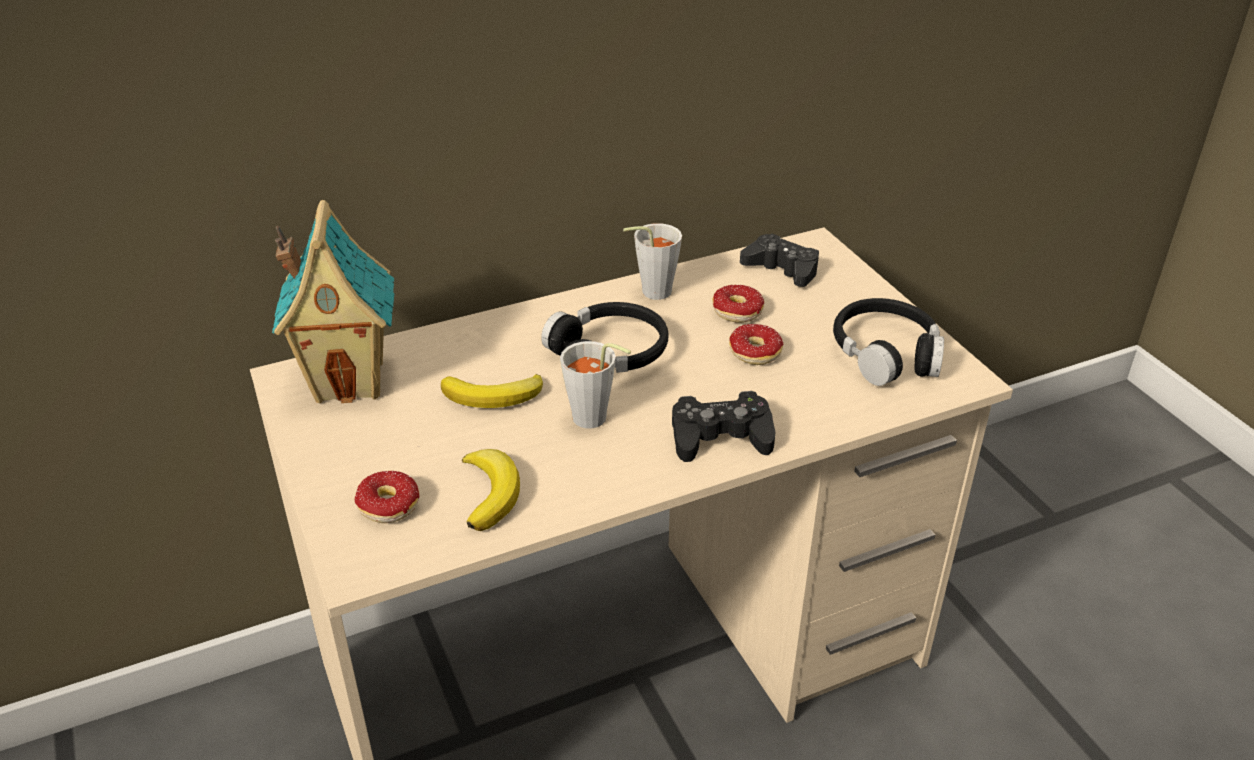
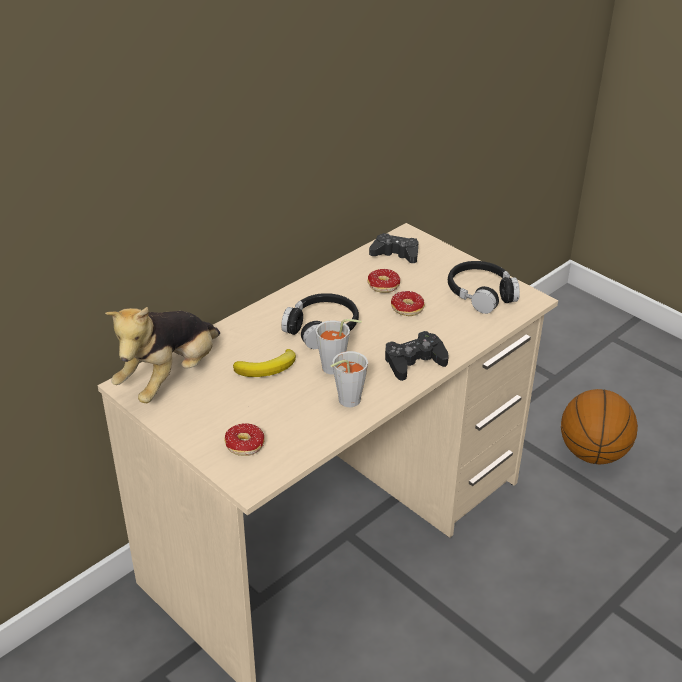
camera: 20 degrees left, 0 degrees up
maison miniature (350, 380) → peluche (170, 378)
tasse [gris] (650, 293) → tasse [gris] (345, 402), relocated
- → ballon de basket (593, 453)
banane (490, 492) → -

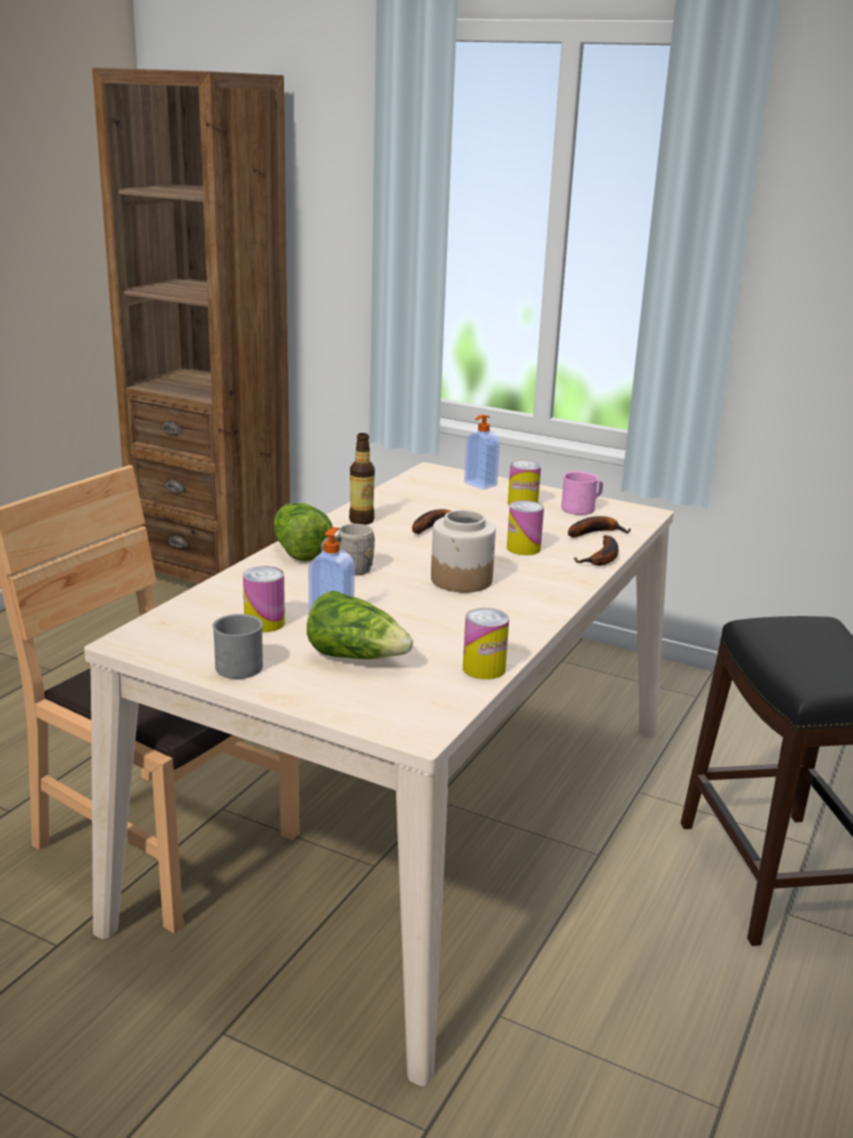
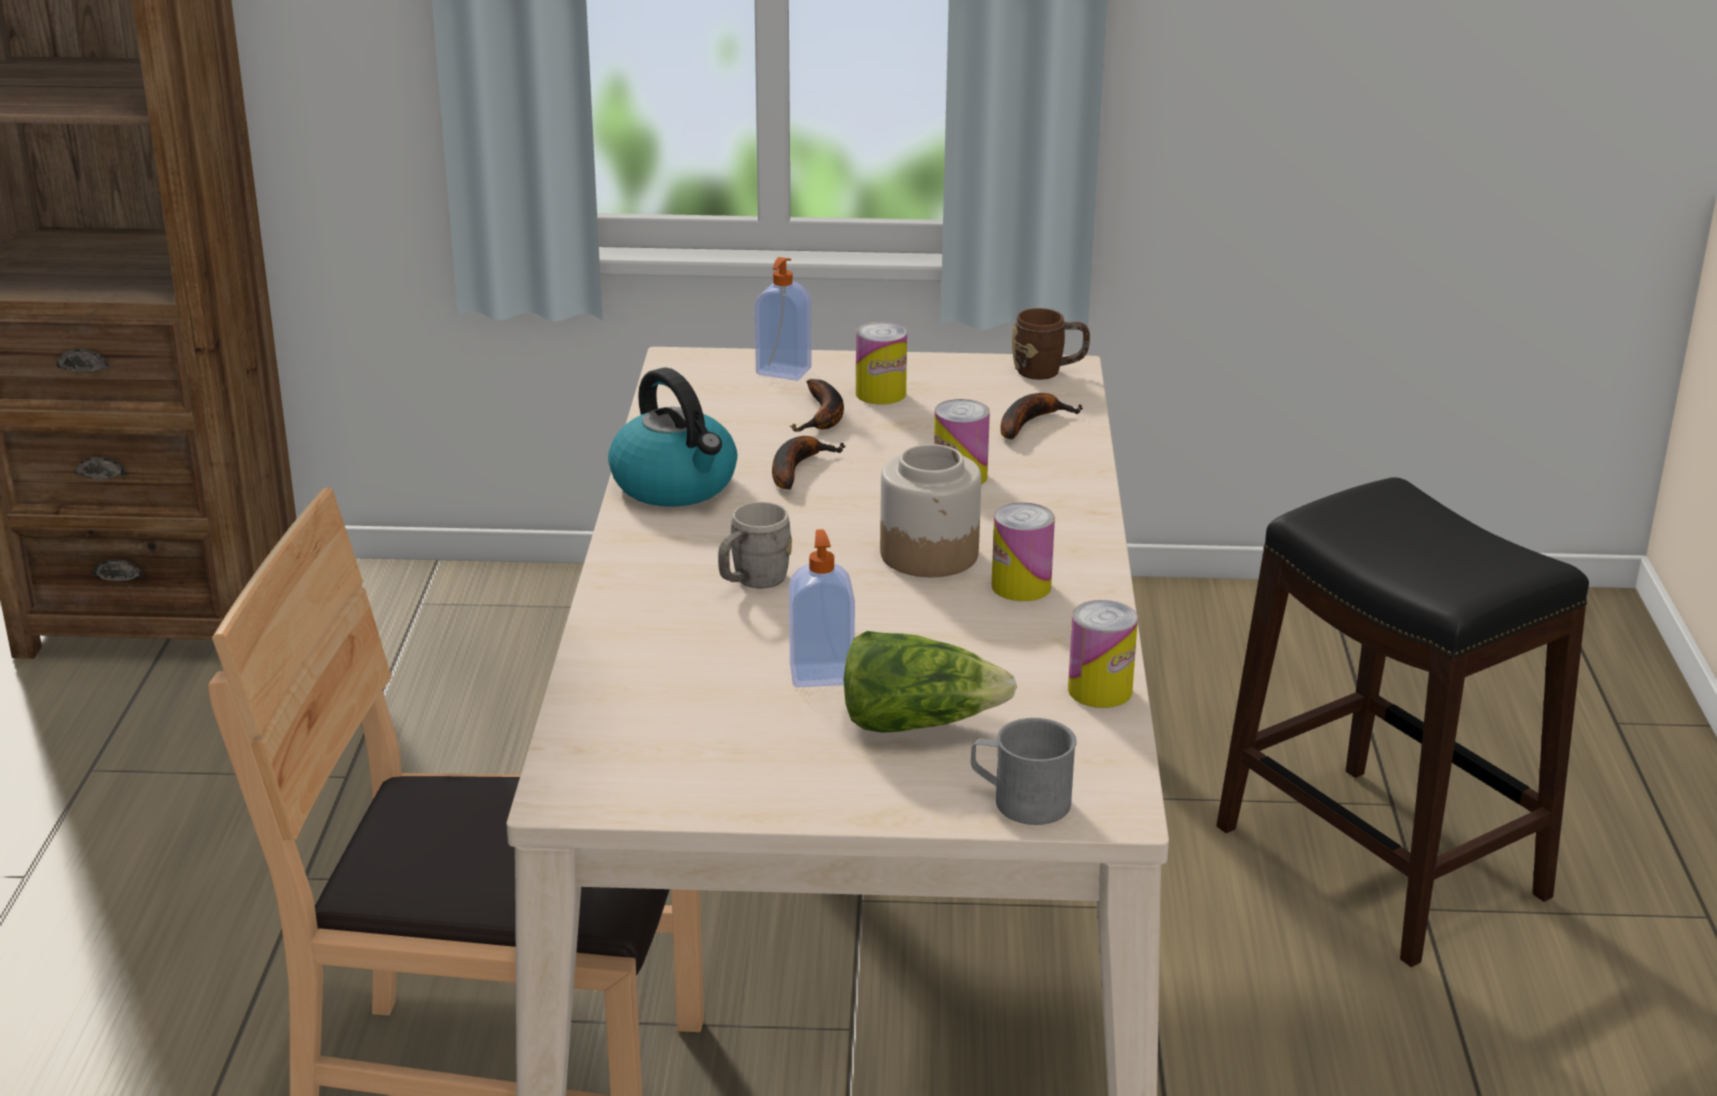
camera: 25 degrees left, 5 degrees up
bouteille (361, 520) → bouilloire (676, 485)
banane (603, 559) → banane (823, 416), relocated
mug [gris] (234, 664) → mug [gris] (1020, 800), relocated
boîte métallique (264, 623) → boîte métallique (1021, 586), relocated
- → mug [marron] (1049, 372)
laitue (299, 550) → -
mug [rose] (582, 508) → -

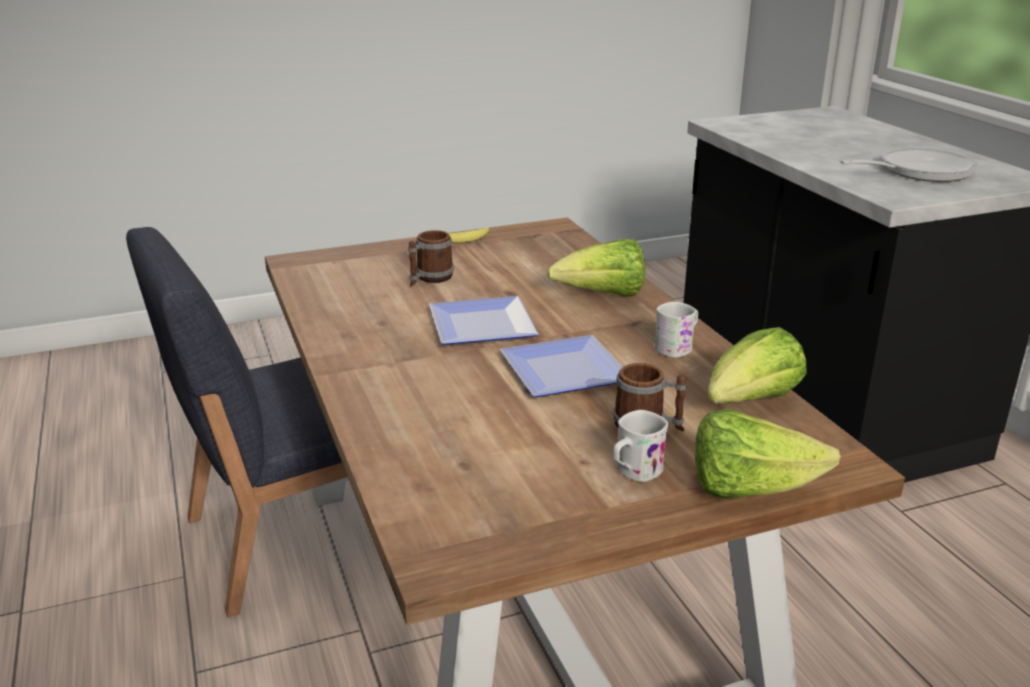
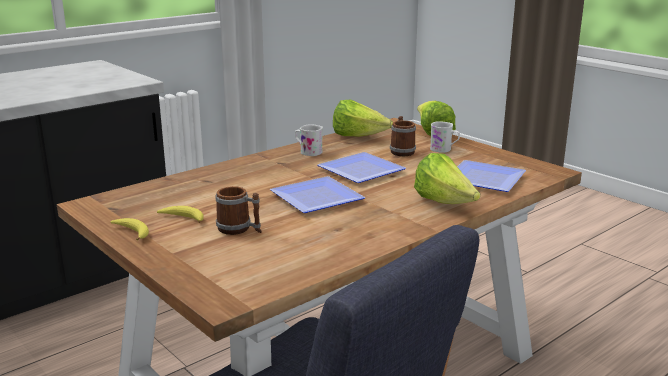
camera: 110 degrees left, 5 degrees down
- → banane (183, 218)
laitue (602, 296) → laitue (444, 203), relocated
- → assiette (487, 179)
poêle (918, 172) → -

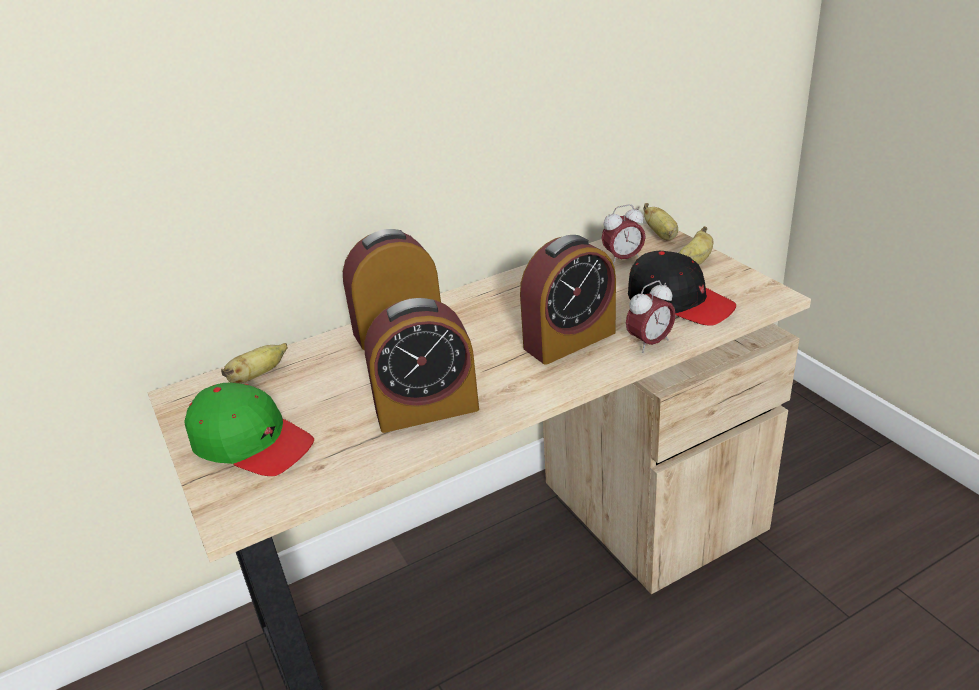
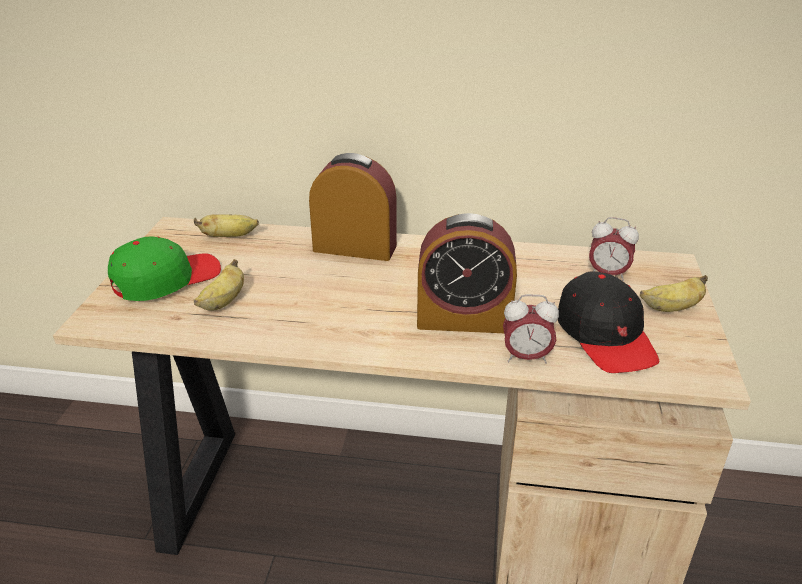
camera: 35 degrees right, 0 degrees up
casquette [vert] (251, 443) → casquette [vert] (166, 279), 105 degrees counterclockwise
banane (661, 236) → banane (223, 302), relocated
réveil (427, 409) → -

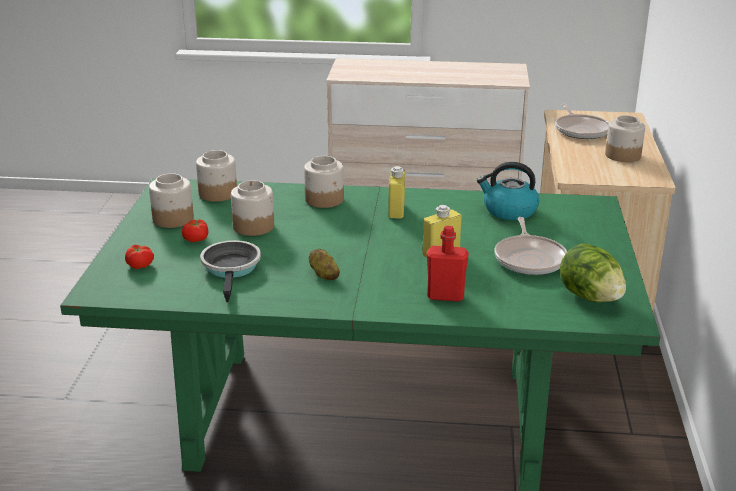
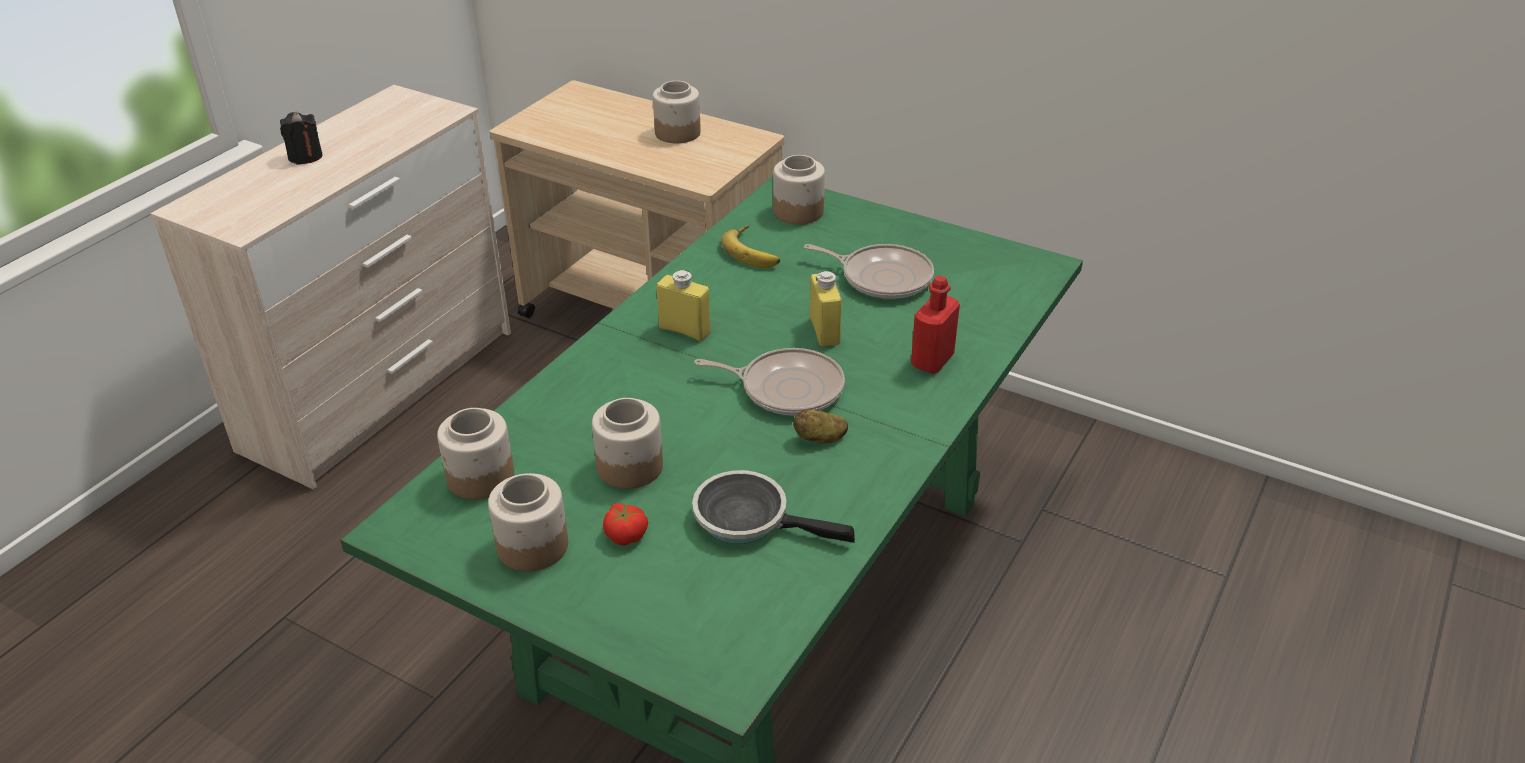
camera: 65 degrees left, 10 degrees up
- → bougie [noir] (305, 157)
poêle (581, 130) → poêle (787, 388), relocated
bouilloire (509, 211) → banane (754, 251)
bocal (325, 199) → bocal (798, 211), relocated
tomate (140, 265) → -
laitue (590, 297) → -

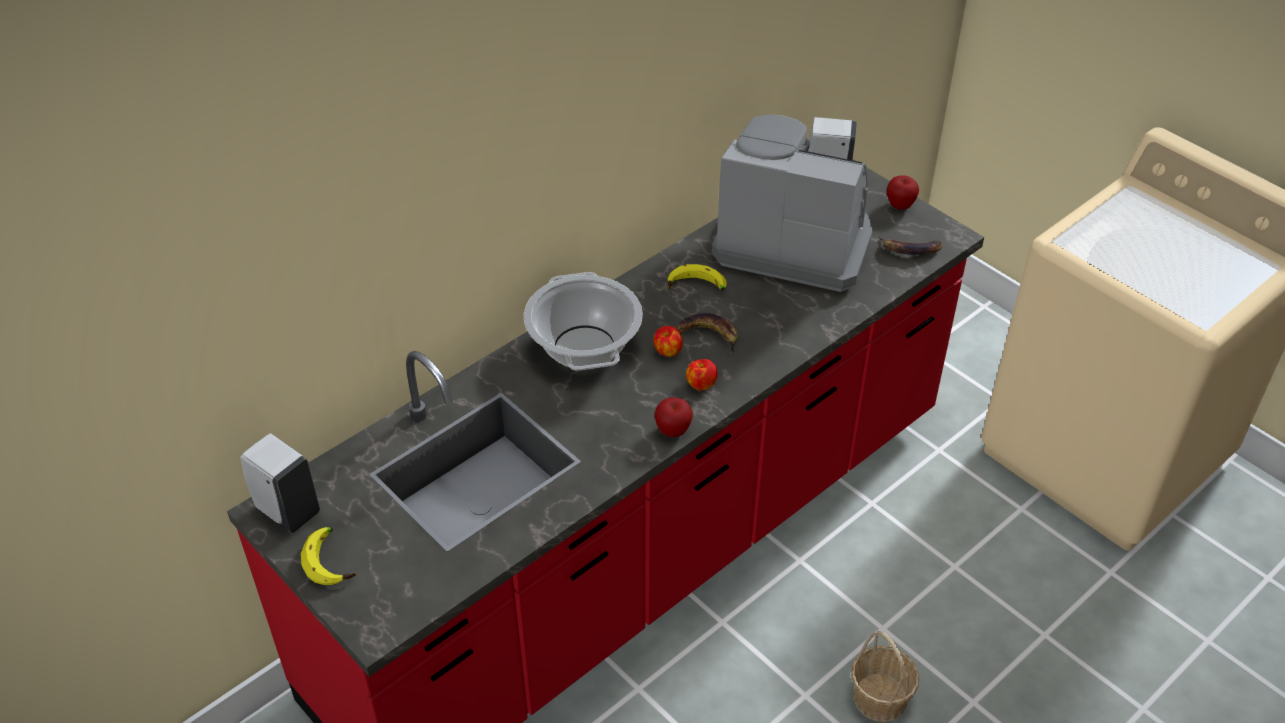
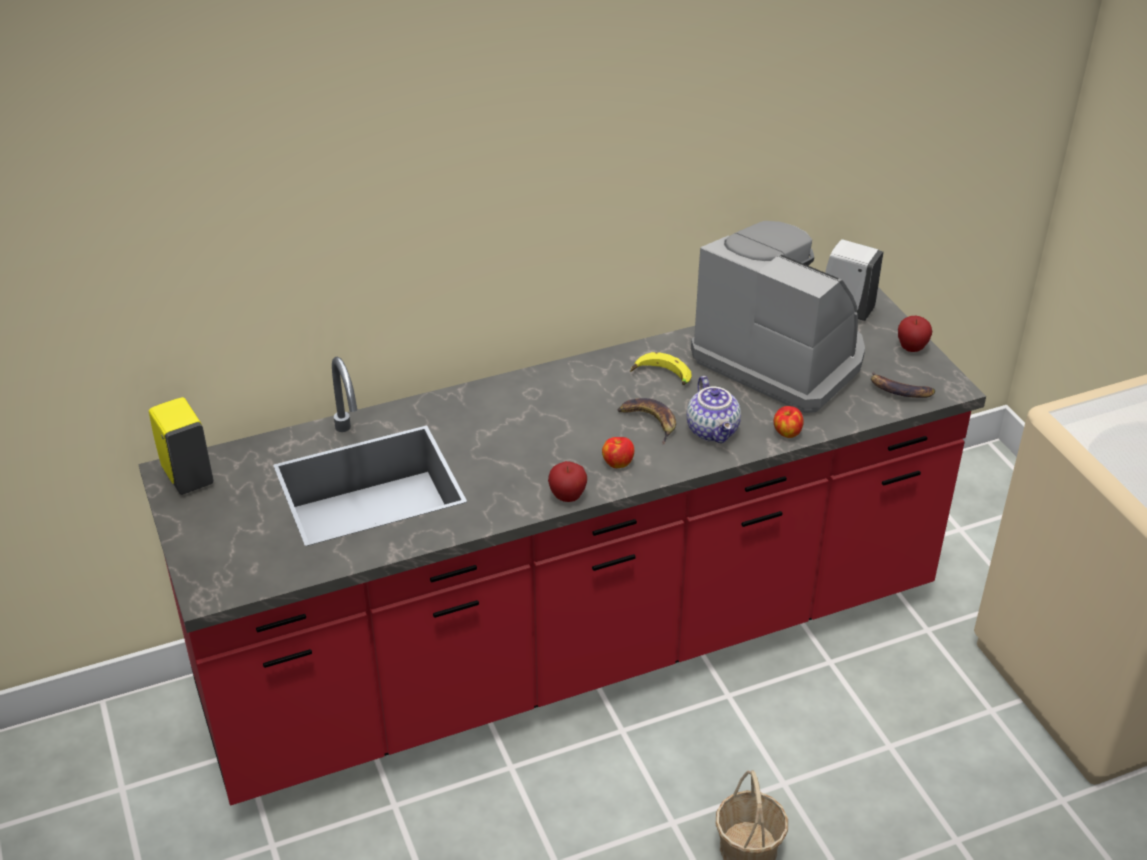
camera: 20 degrees right, 5 degrees down
distributeur de savon [blanc] (286, 510) → distributeur de savon [jaune] (187, 476)
- → théière (714, 431)
pomme (667, 352) → pomme (787, 433), relocated
banane (332, 561) → -
marmite (583, 347) → -

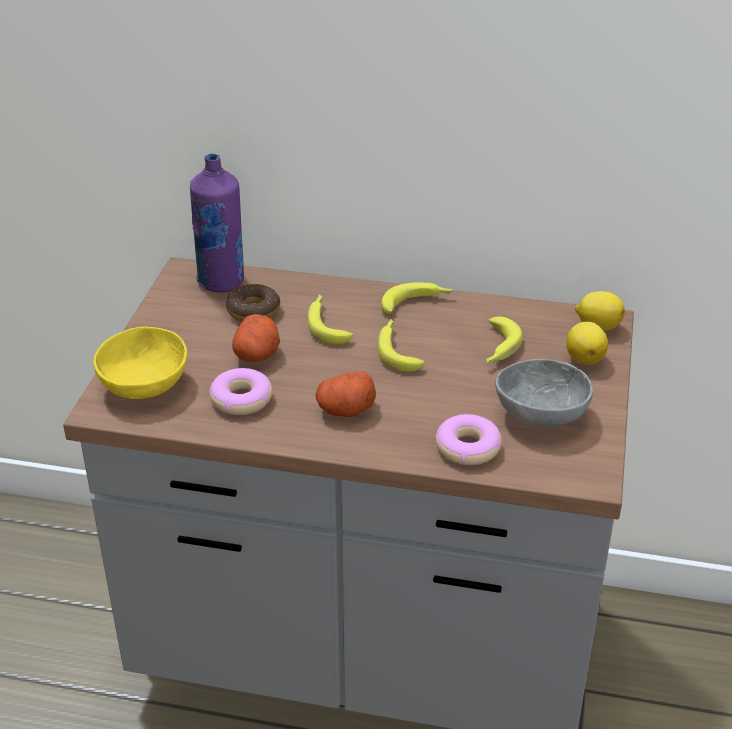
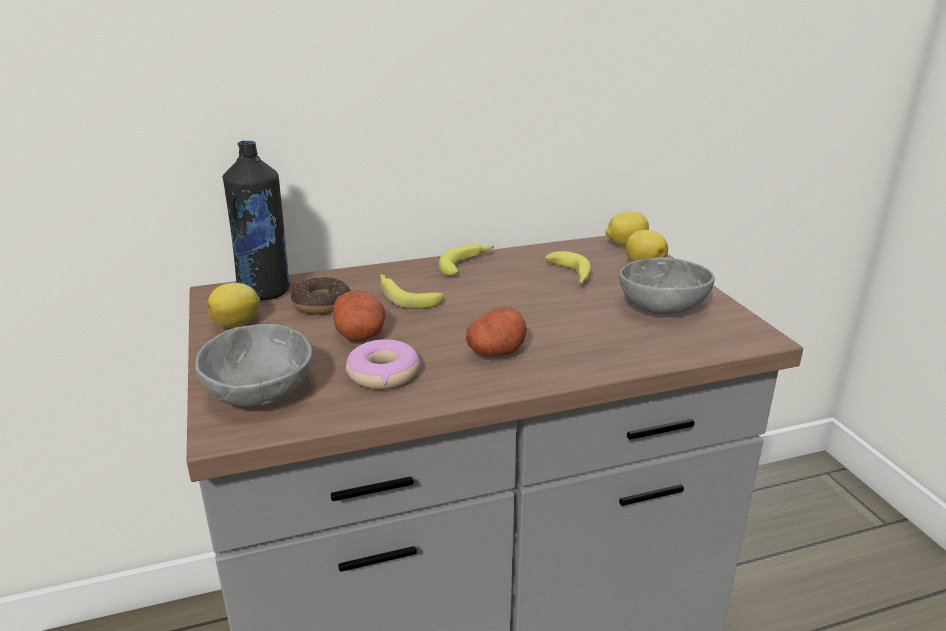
camera: 30 degrees left, 10 degrees down
bol [jaune] (146, 386) → bol [gris] (263, 393)
- → citron (238, 323)
bouteille [violet] (221, 282) → bouteille [noir] (265, 291)
banane (397, 350) → -
beignet (467, 447) → -

